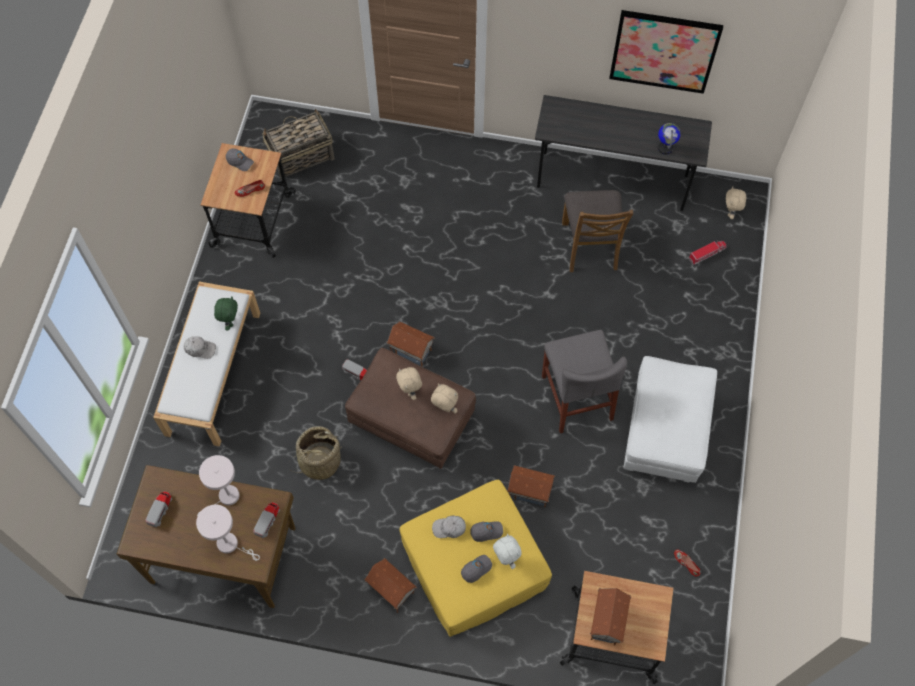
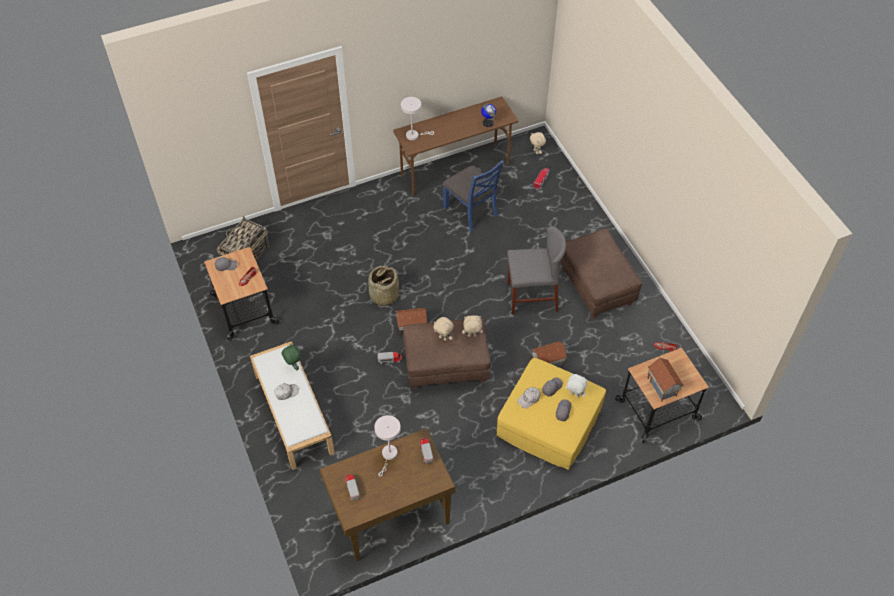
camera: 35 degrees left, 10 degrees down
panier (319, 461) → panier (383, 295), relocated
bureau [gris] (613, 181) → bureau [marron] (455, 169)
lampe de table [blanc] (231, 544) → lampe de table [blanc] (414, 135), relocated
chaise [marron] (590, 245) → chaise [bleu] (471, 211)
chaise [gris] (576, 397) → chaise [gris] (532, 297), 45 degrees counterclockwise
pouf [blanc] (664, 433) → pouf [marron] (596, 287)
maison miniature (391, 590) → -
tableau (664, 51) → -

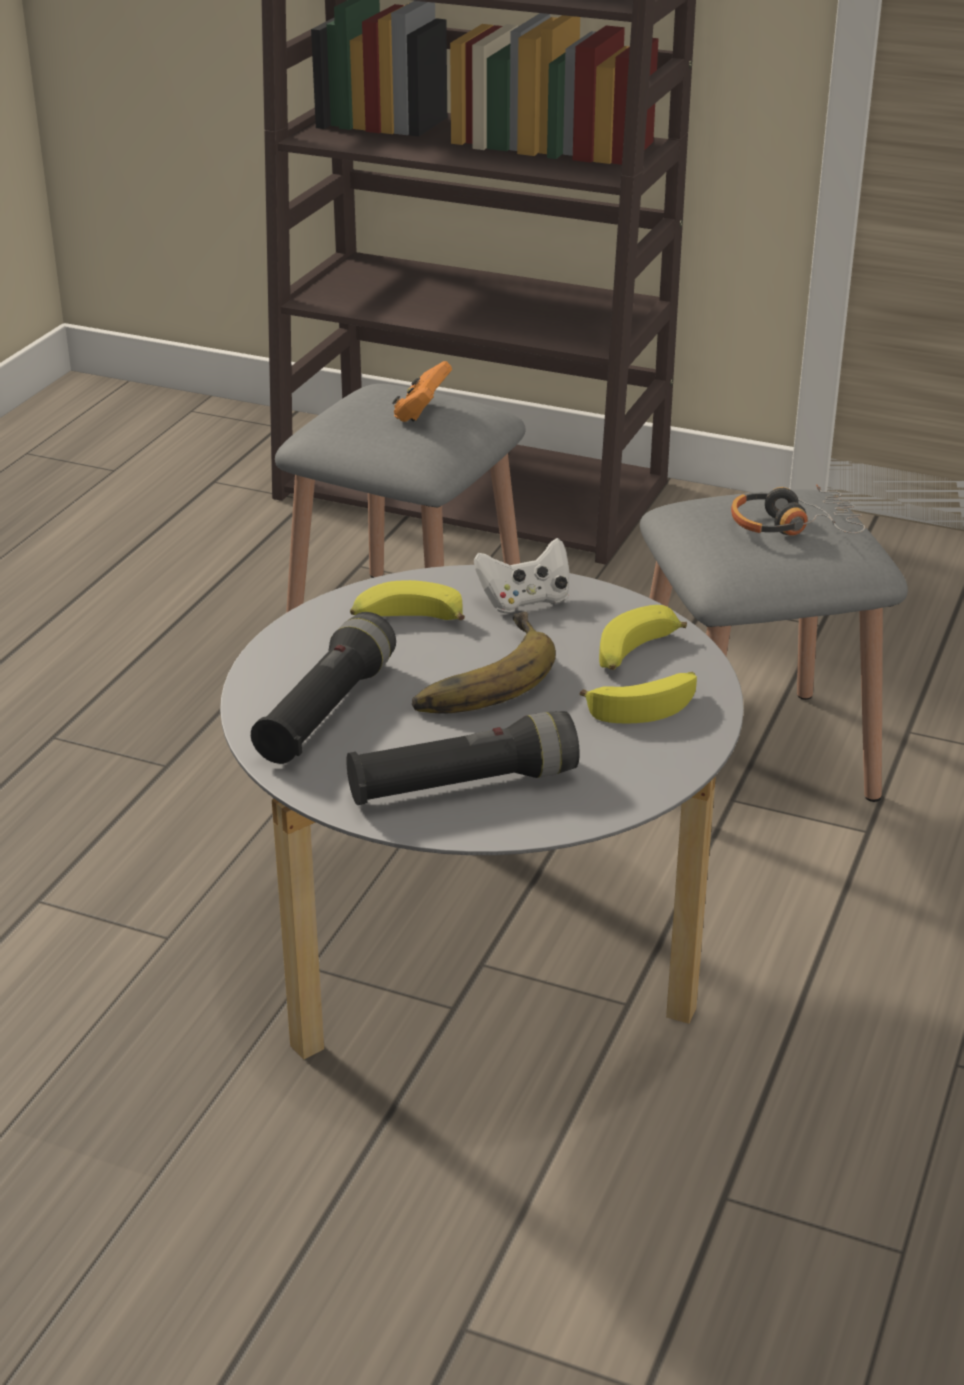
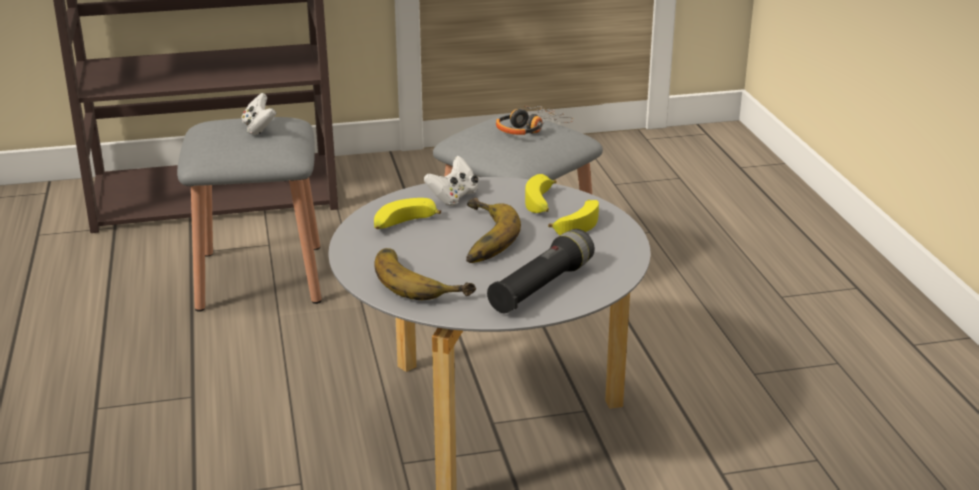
camera: 35 degrees left, 5 degrees down
manette [orange] (421, 413) → manette [blanc] (259, 128)
lampe de poche [noir] (326, 711) → banane (422, 279)

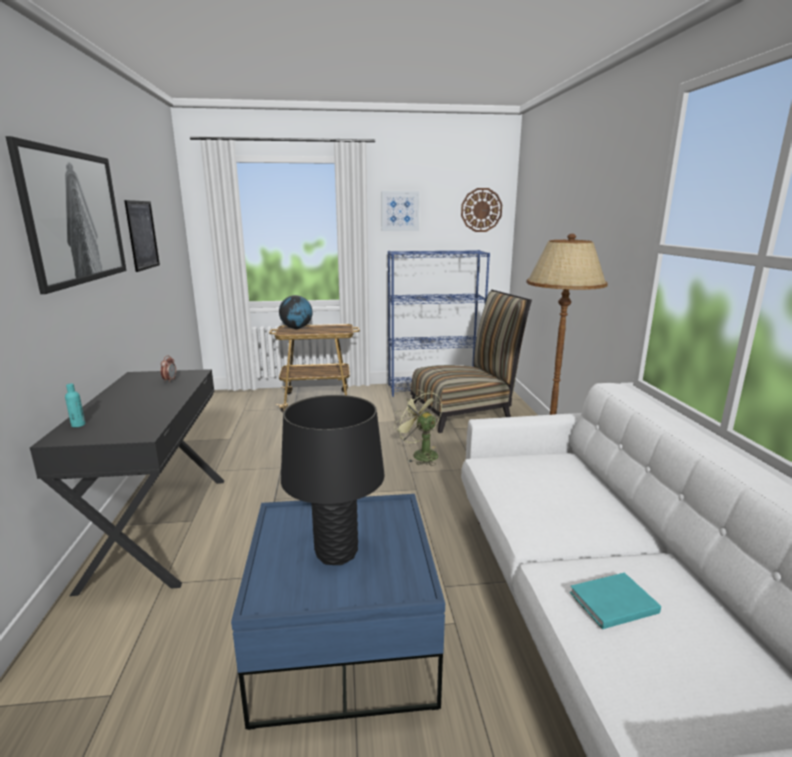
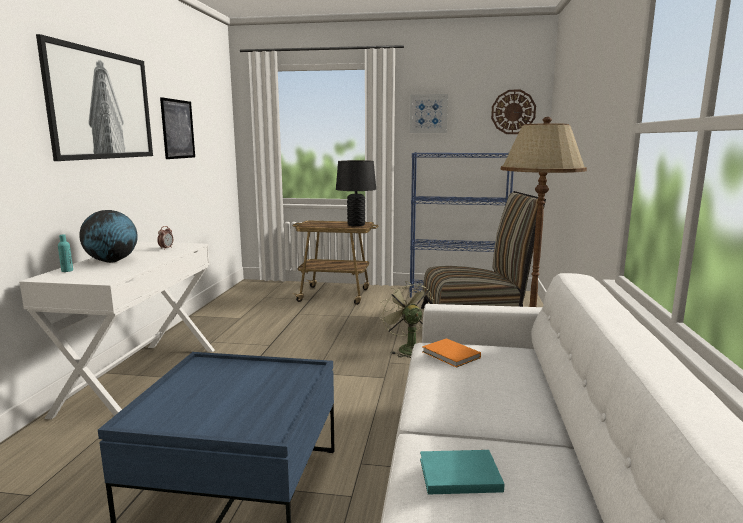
camera: 15 degrees right, 5 degrees down
bureau [noir] (159, 528) → bureau [blanc] (140, 379)
globe (296, 328) → globe (112, 261), relocated
lampe de table [noir] (336, 553) → lampe de table [noir] (356, 225), relocated
- → livre [orange] (451, 355)

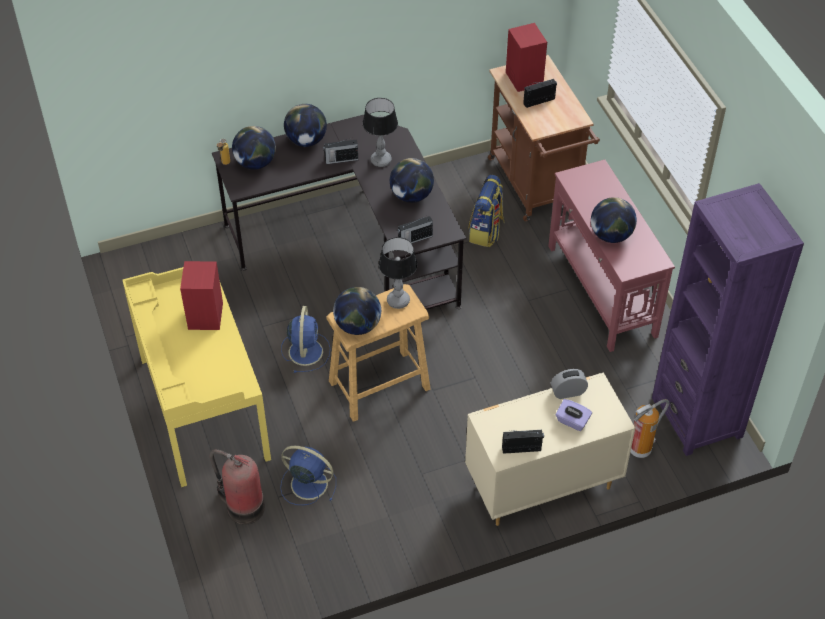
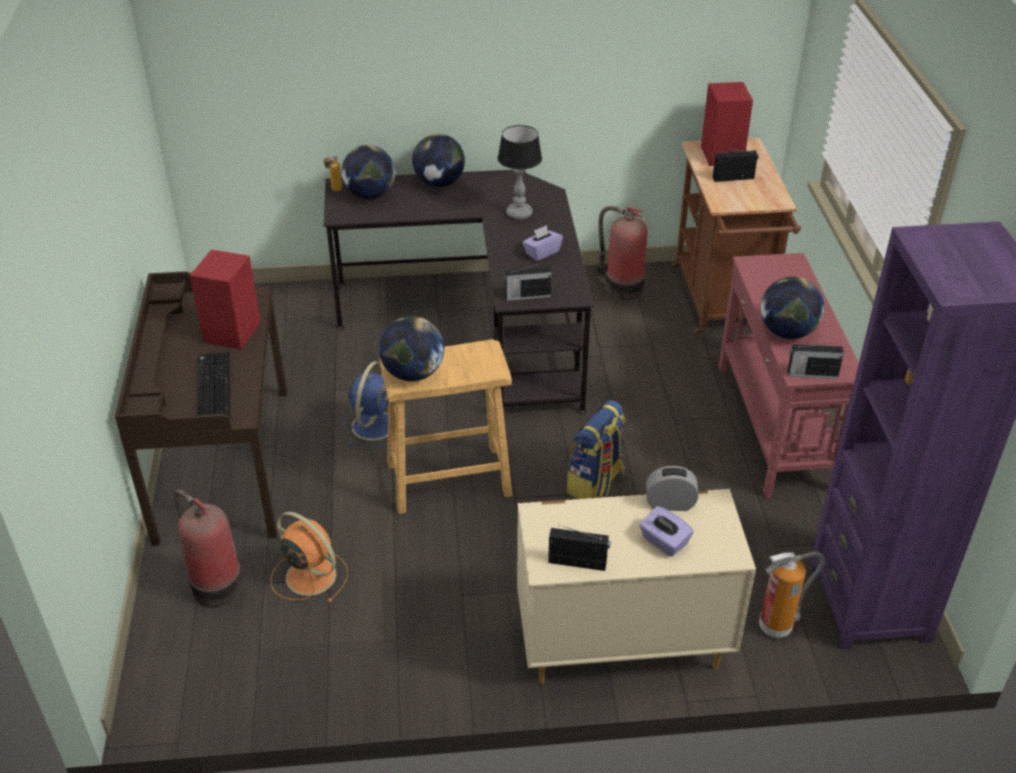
camera: 15 degrees right, 10 degrees down
bureau [jaune] (203, 408) → bureau [marron] (222, 463)
- → clavier (213, 387)
ventilateur [bleu] (307, 483) → ventilateur [orange] (309, 575)
globe (411, 196) → boîte à mouchoirs [violet] (542, 252)
sac à dos (486, 231) → sac à dos (596, 483), relocated
- → extincteur (621, 287)
radio (341, 159) → radio (811, 374), relocated
lampe de table (398, 300) → -

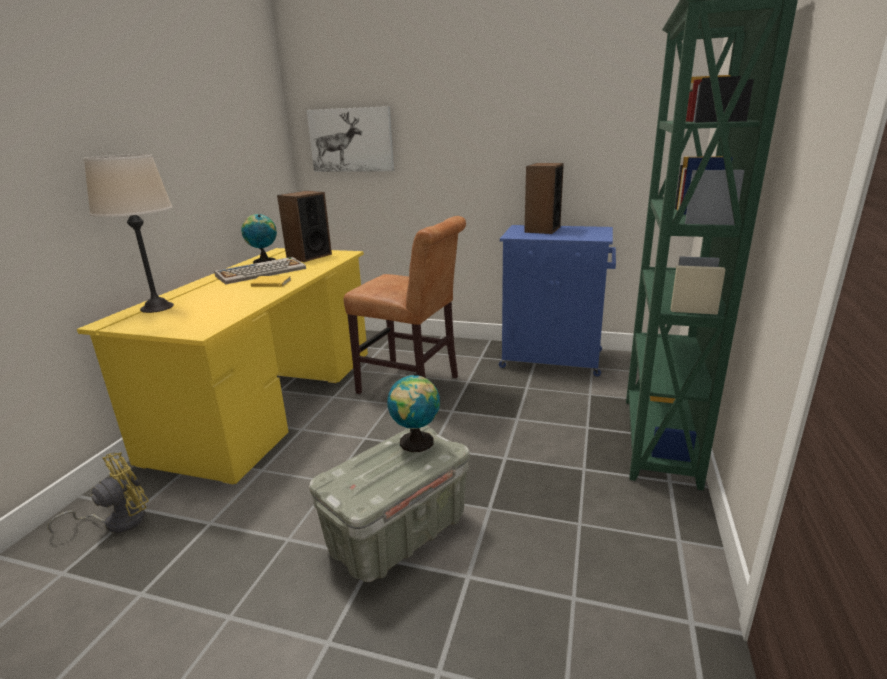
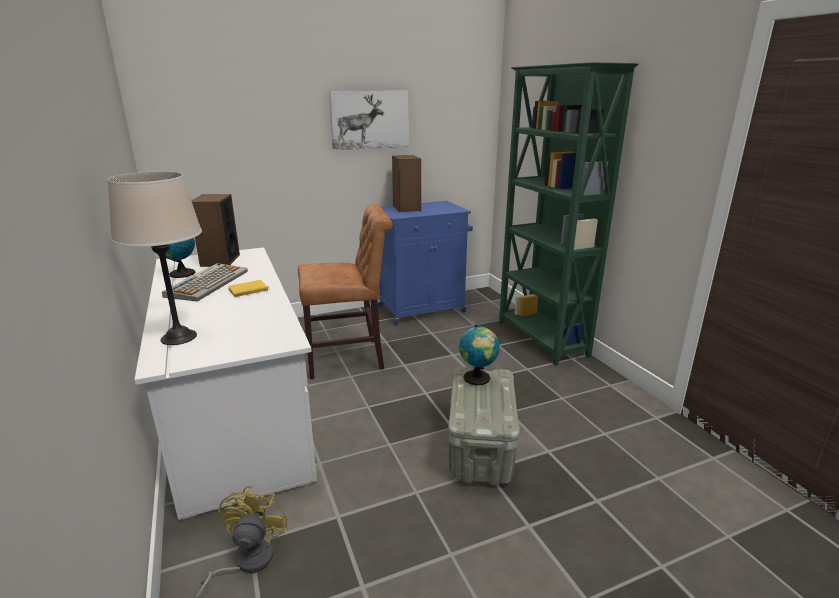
camera: 40 degrees left, 0 degrees up
bureau [jaune] (270, 401) → bureau [blanc] (236, 413)
tableau (351, 140) → tableau (369, 120), relocated

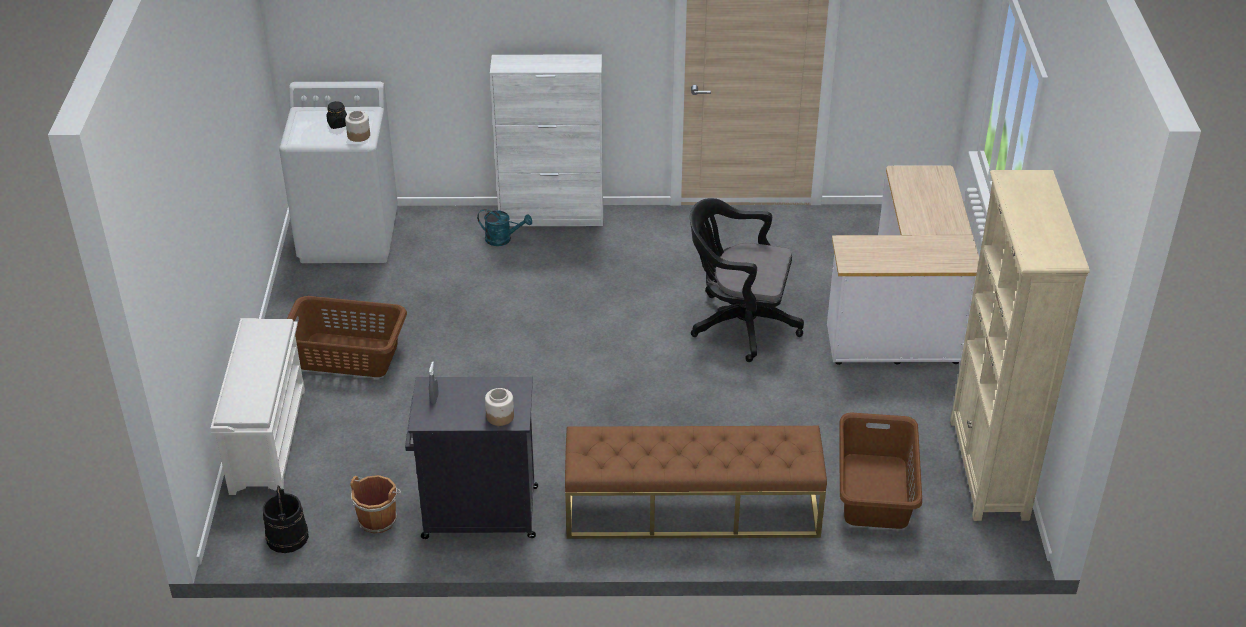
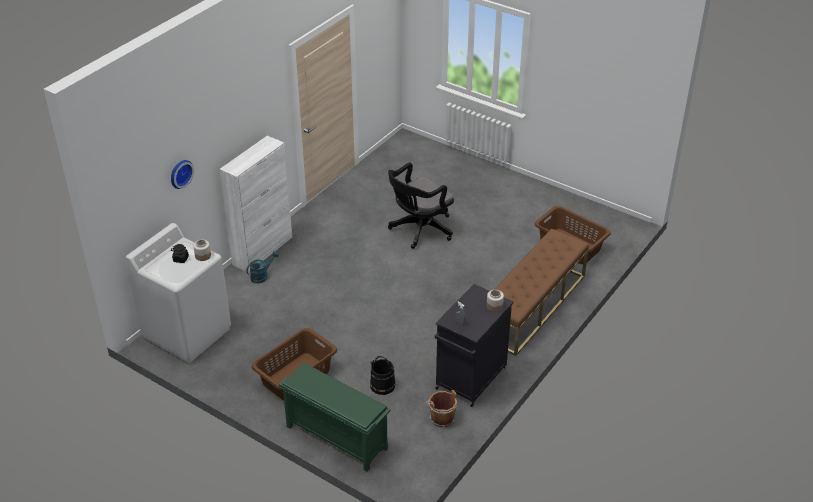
camera: 55 degrees left, 0 degrees up
- → horloge murale (180, 173)
étagère à chaussures [blanc] (267, 439) → étagère à chaussures [vert] (335, 438)
seau [noir] (287, 537) → seau [noir] (382, 385), relocated
bureau (904, 317) → -
bibliothèque [beige] (988, 469) → -

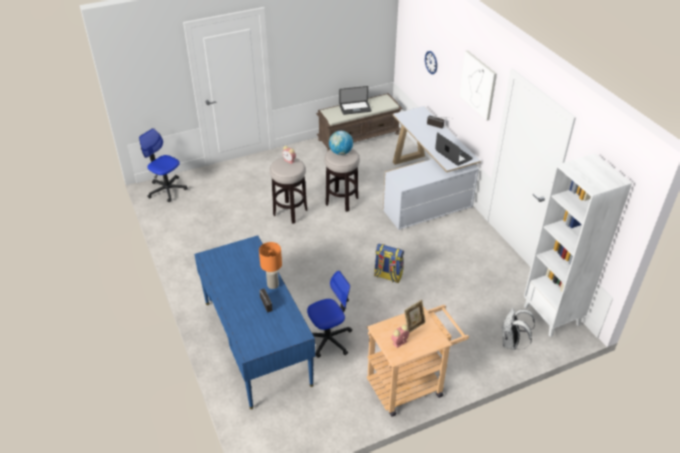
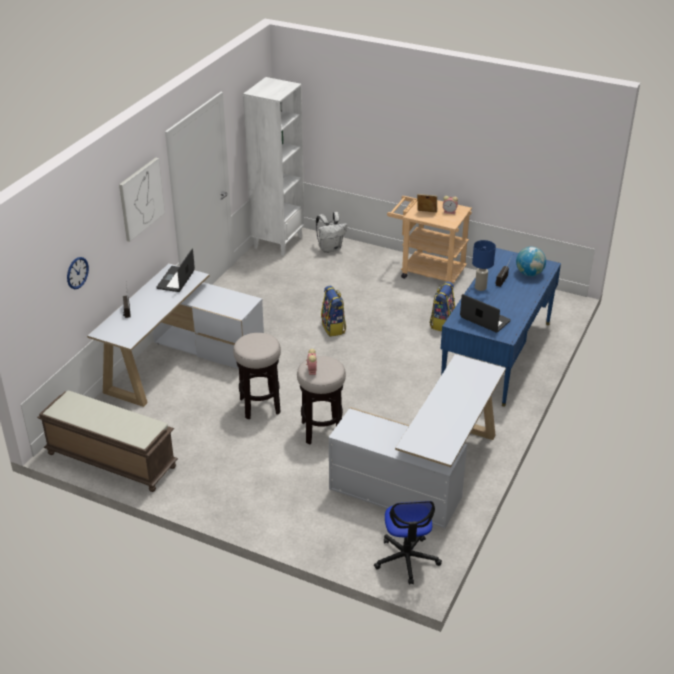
camera: 130 degrees left, 5 degrees down
- → bureau [blanc] (425, 474)
chaise de bureau (328, 339) → sac à dos (441, 323)
ordinateur portable (355, 108) → ordinateur portable (485, 319), relocated
lampe de table [orange] (273, 285) → lampe de table [bleu] (480, 287)
globe (340, 152) → globe (529, 273), relocated

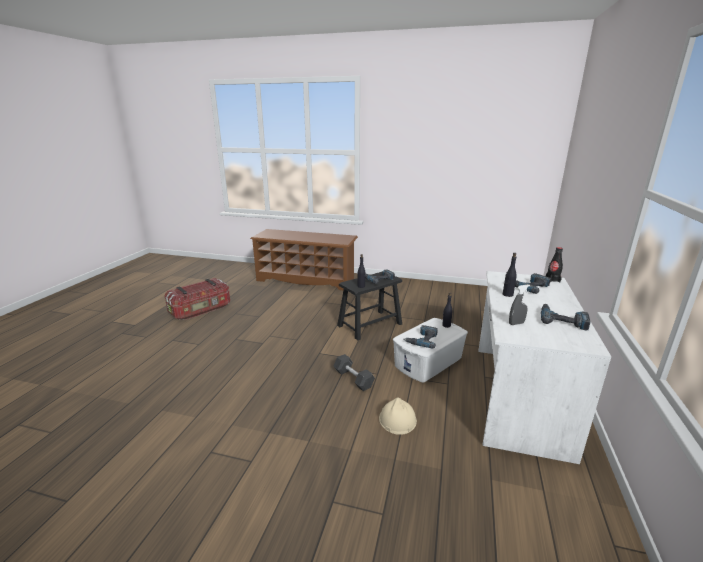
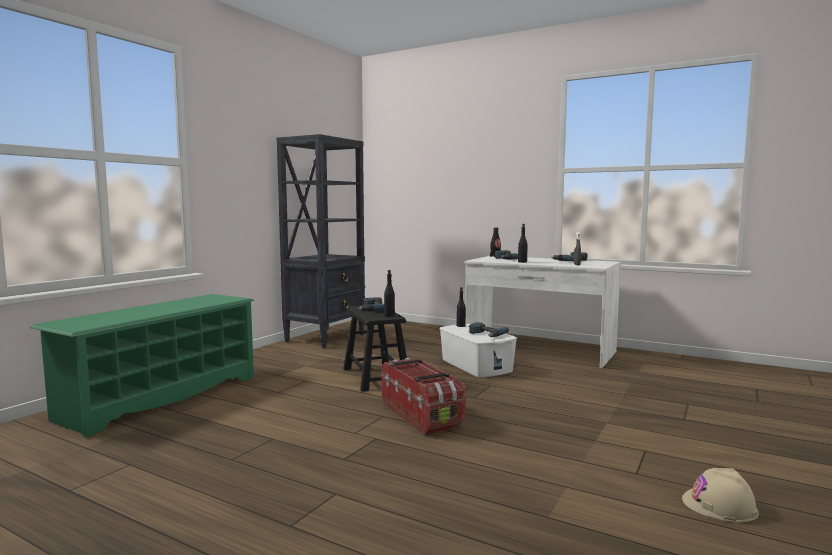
camera: 75 degrees left, 15 degrees down
étagère à chaussures [marron] (306, 279) → étagère à chaussures [vert] (161, 397)
- → bibliothèque [noir] (326, 338)
boîte de rangement (201, 310) → boîte de rangement (422, 415), relocated
casque de chantier [beige] (397, 419) → casque de chantier [beige] (719, 505), relocated
haltère [noir] (353, 379) → -

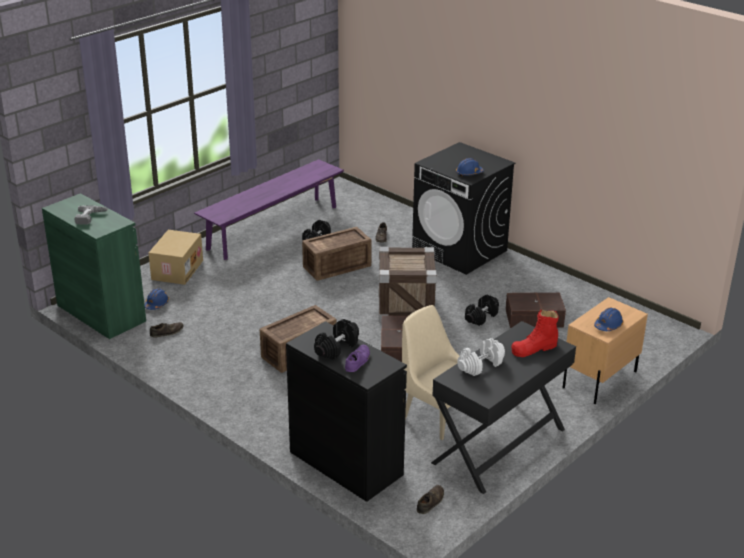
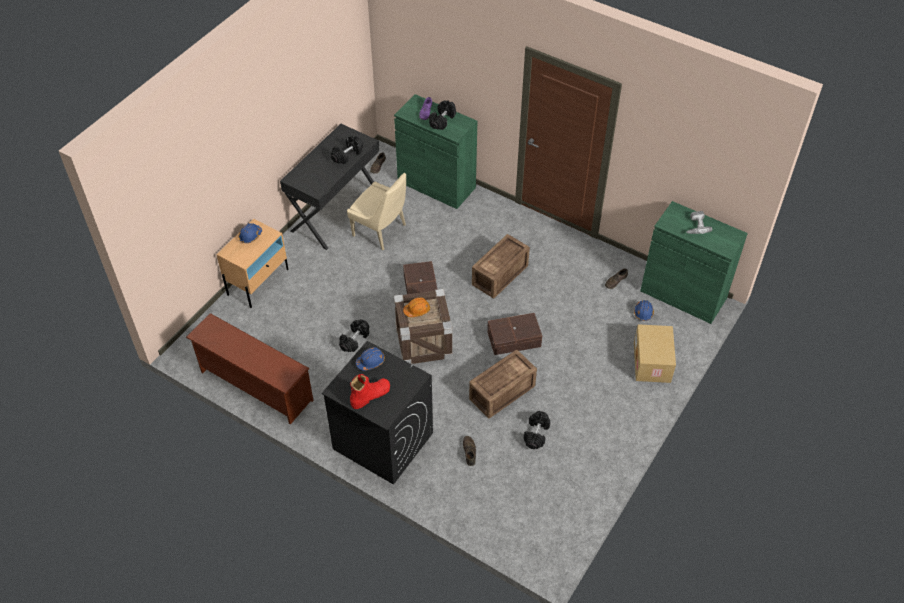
camera: 170 degrees right, 20 degrees up
- → étagère à chaussures [marron] (254, 386)
haltère [blanc] (480, 365) → haltère [noir] (347, 155)
botte [rouge] (534, 348) → botte [rouge] (370, 395), relocated
meuble de rangement [noir] (346, 463) → meuble de rangement [vert] (436, 184)
- → casque de chantier [orange] (417, 310)
boîte de rangement [marron] (533, 318) → boîte de rangement [marron] (514, 339), relocated
banc [violet] (273, 227) → -

